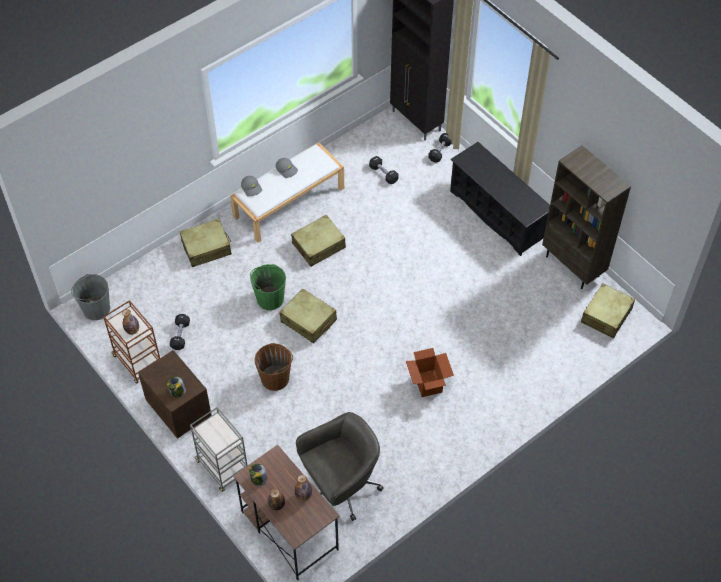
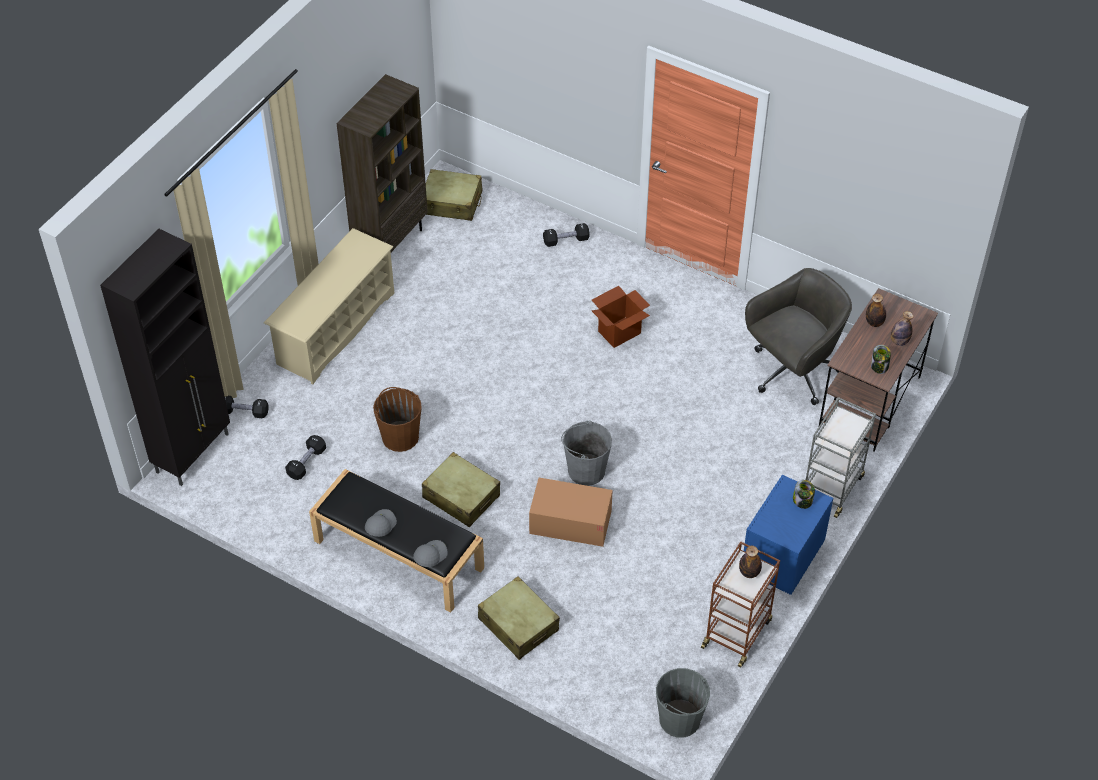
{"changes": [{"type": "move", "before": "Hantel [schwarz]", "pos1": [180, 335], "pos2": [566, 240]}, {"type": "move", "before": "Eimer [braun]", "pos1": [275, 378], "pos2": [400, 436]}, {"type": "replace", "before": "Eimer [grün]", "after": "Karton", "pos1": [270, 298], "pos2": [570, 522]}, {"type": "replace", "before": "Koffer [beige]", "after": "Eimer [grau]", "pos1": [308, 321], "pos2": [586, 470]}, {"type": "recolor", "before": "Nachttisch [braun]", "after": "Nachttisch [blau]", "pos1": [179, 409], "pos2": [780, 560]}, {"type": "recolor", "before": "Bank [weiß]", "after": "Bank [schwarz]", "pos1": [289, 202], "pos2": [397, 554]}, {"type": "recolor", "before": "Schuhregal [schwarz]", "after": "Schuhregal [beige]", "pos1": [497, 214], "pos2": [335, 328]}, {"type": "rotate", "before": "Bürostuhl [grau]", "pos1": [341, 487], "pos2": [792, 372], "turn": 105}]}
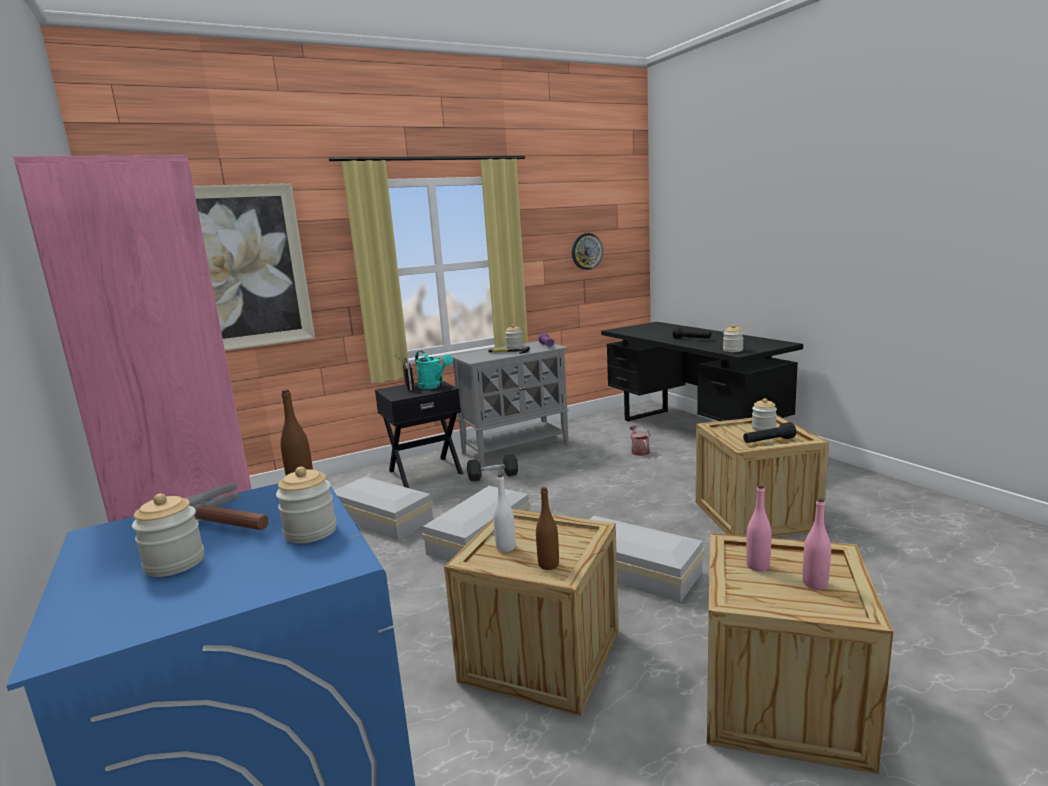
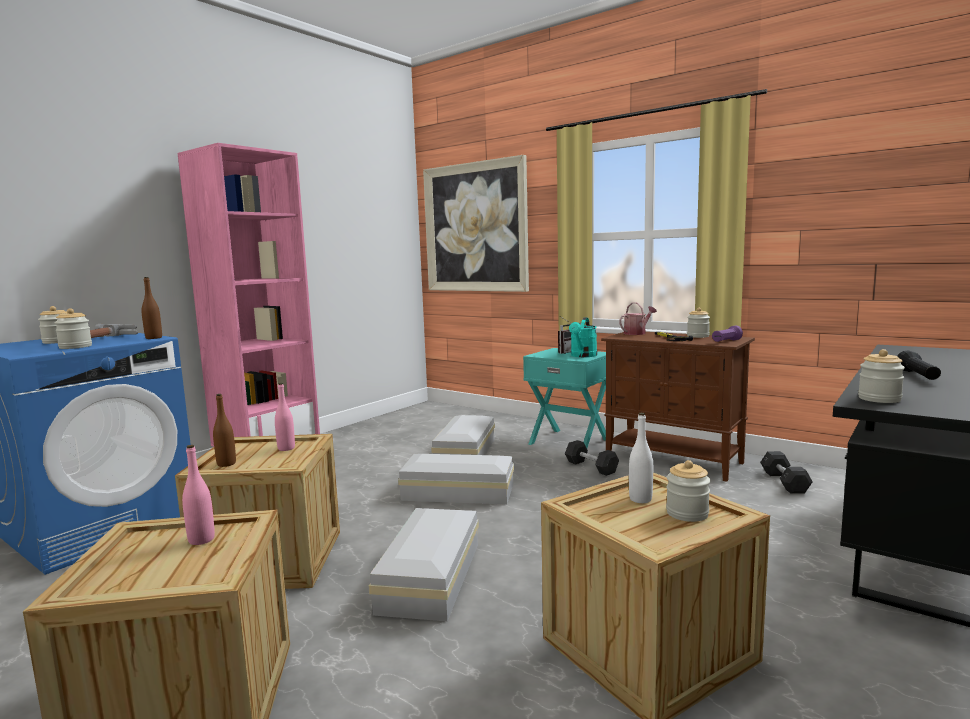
{"changes": [{"type": "delete", "before": "Wanduhr", "pos1": [586, 251]}, {"type": "delete", "before": "Taschenlampe [schwarz]", "pos1": [768, 441]}, {"type": "insert", "after": "Hantel [grau]", "pos2": [784, 482]}, {"type": "move", "before": "Flasche [weiß]", "pos1": [506, 547], "pos2": [640, 499]}, {"type": "move", "before": "Gießkanne", "pos1": [639, 451], "pos2": [637, 333]}, {"type": "move", "before": "Flasche [rosa]", "pos1": [815, 584], "pos2": [286, 448]}, {"type": "recolor", "before": "Nachttisch [schwarz]", "after": "Nachttisch [türkis]", "pos1": [425, 471], "pos2": [569, 441]}, {"type": "recolor", "before": "Schrank [grau]", "after": "Schrank [braun]", "pos1": [516, 449], "pos2": [674, 460]}]}
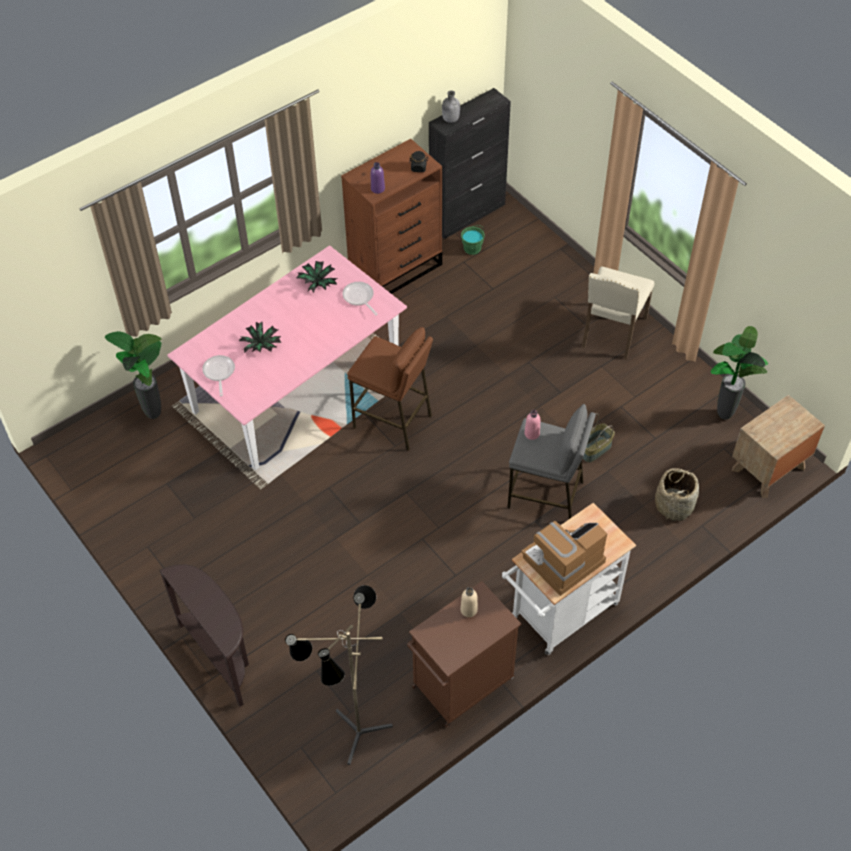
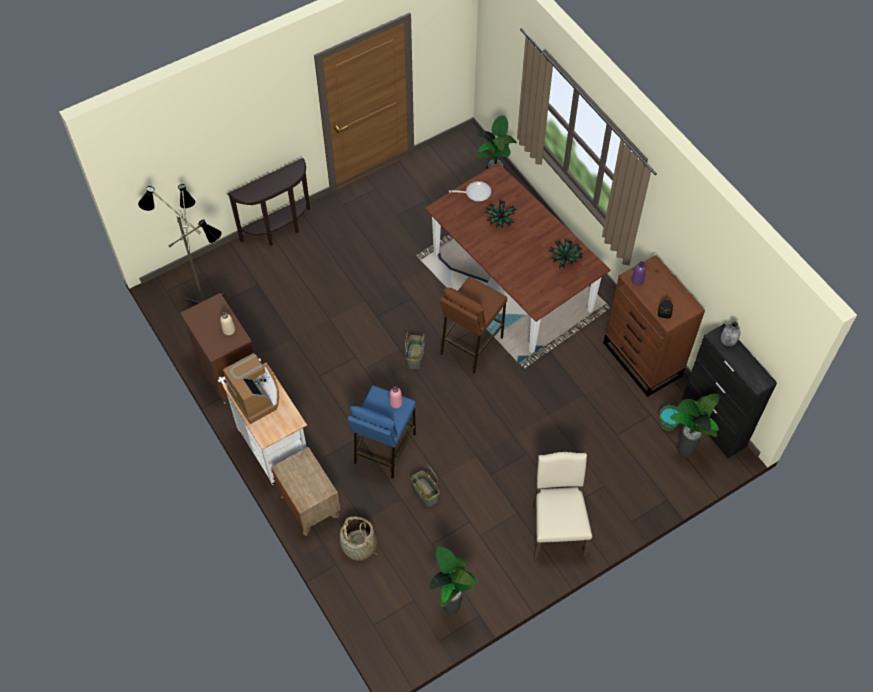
{"changes": [{"type": "delete", "before": "Pfanne", "pos1": [359, 298]}, {"type": "insert", "after": "Korb", "pos2": [414, 356]}, {"type": "insert", "after": "Topfpflanze", "pos2": [682, 453]}, {"type": "move", "before": "Nachttisch [braun]", "pos1": [768, 469], "pos2": [309, 505]}, {"type": "recolor", "before": "Esstisch [rosa]", "after": "Esstisch [braun]", "pos1": [296, 388], "pos2": [511, 281]}, {"type": "recolor", "before": "Hocker [grau]", "after": "Hocker [blau]", "pos1": [546, 494], "pos2": [384, 448]}, {"type": "rotate", "before": "Stuhl [beige]", "pos1": [612, 333], "pos2": [557, 528], "turn": 60}]}
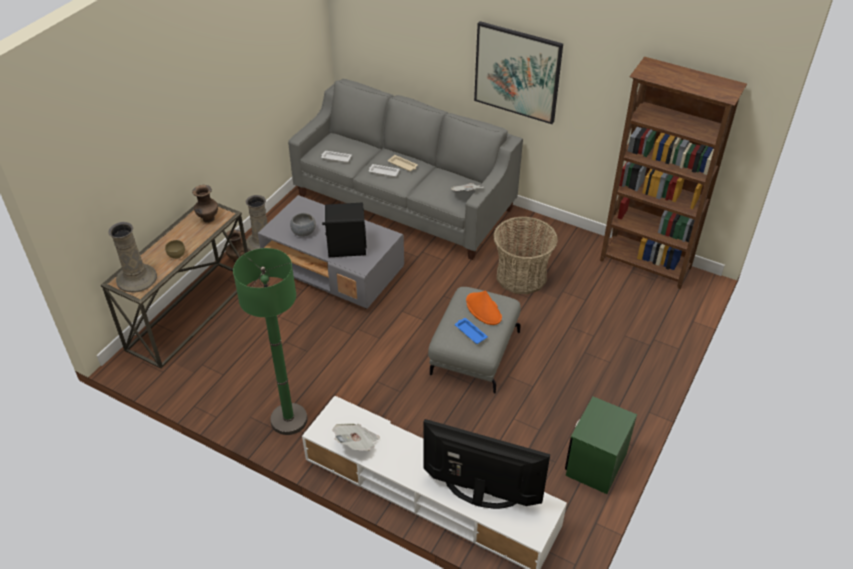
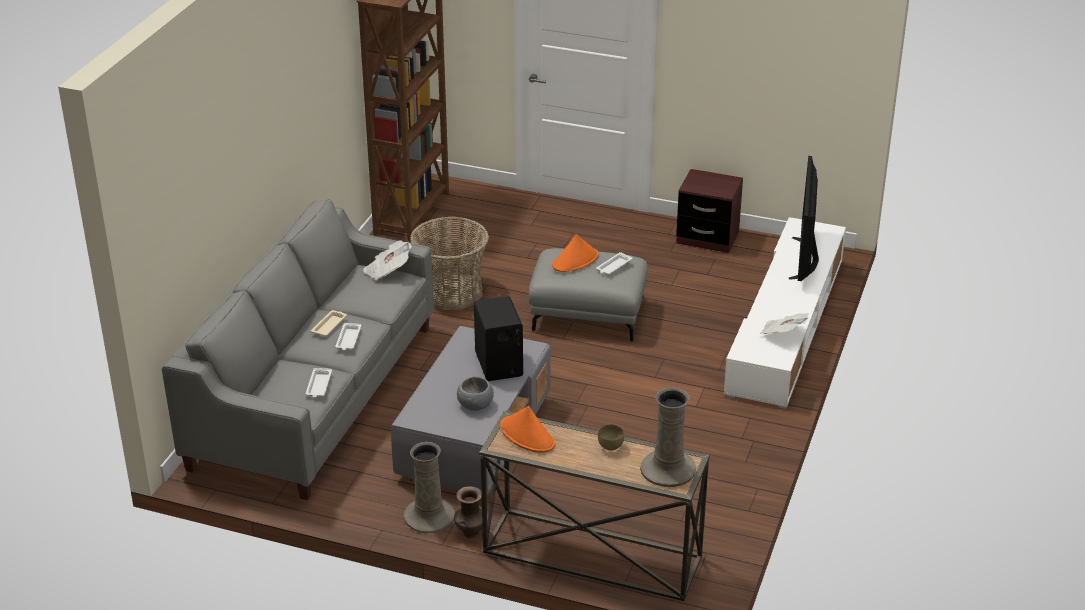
{"changes": [{"type": "delete", "before": "Stehlampe [grün]", "pos1": [289, 420]}, {"type": "delete", "before": "Bild", "pos1": [517, 72]}, {"type": "replace", "before": "Vase [braun]", "after": "Hut [orange]", "pos1": [208, 219], "pos2": [527, 435]}, {"type": "recolor", "before": "Tablett [blau]", "after": "Tablett [weiß]", "pos1": [470, 332], "pos2": [613, 266]}, {"type": "recolor", "before": "Nachttisch [grün]", "after": "Nachttisch [braun]", "pos1": [595, 464], "pos2": [707, 238]}]}
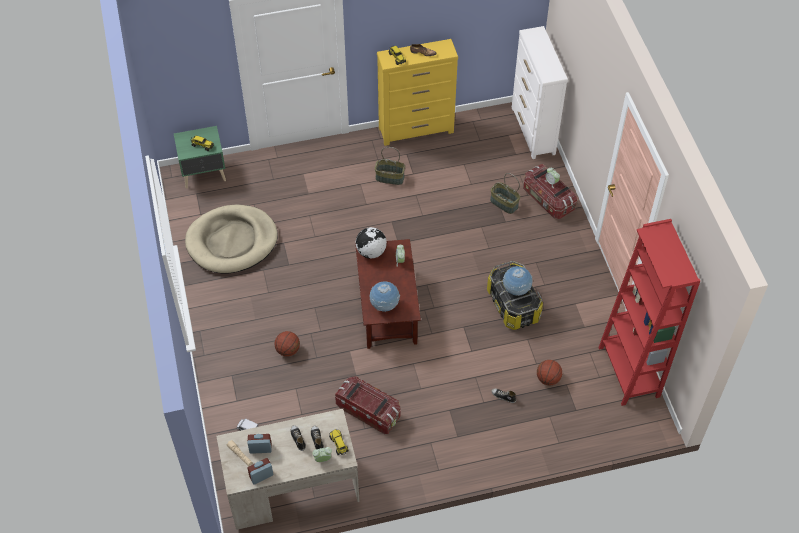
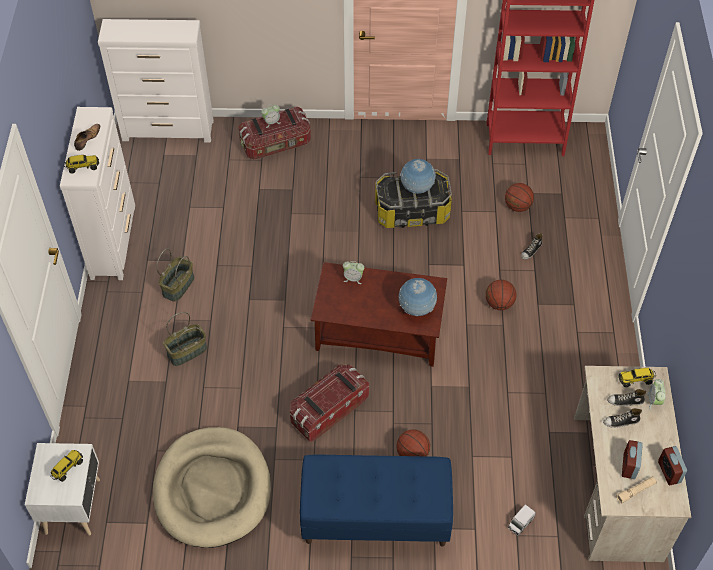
{"changes": [{"type": "delete", "before": "Globus", "pos1": [371, 252]}, {"type": "insert", "after": "Bank [blau]", "pos2": [375, 517]}, {"type": "insert", "after": "Basketball", "pos2": [499, 303]}, {"type": "move", "before": "Aufbewahrungsbox", "pos1": [369, 411], "pos2": [328, 410]}, {"type": "move", "before": "Korb", "pos1": [503, 203], "pos2": [187, 352]}, {"type": "recolor", "before": "Nachttisch [grün]", "after": "Nachttisch [weiß]", "pos1": [204, 174], "pos2": [74, 505]}, {"type": "recolor", "before": "Kommode [gelb]", "after": "Kommode [weiß]", "pos1": [416, 130], "pos2": [113, 240]}]}
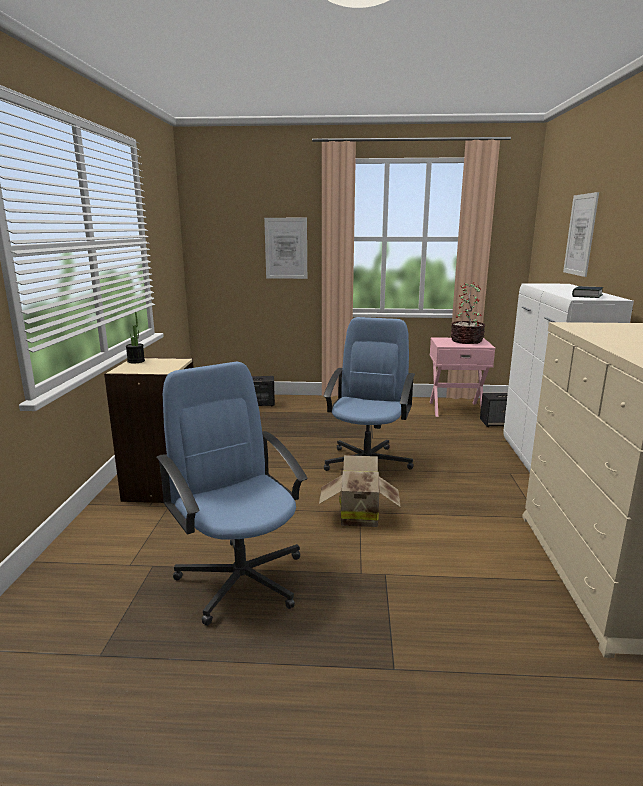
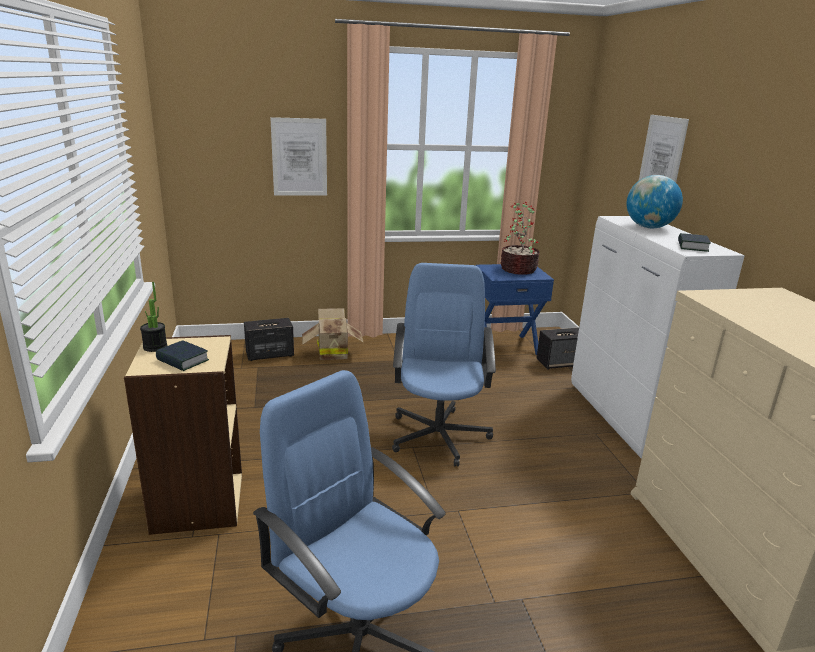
{"changes": [{"type": "insert", "after": "Buch", "pos2": [182, 360]}, {"type": "insert", "after": "Globus", "pos2": [649, 227]}, {"type": "move", "before": "Karton", "pos1": [358, 516], "pos2": [331, 353]}, {"type": "recolor", "before": "Nachttisch [rosa]", "after": "Nachttisch [blau]", "pos1": [455, 409], "pos2": [505, 346]}]}
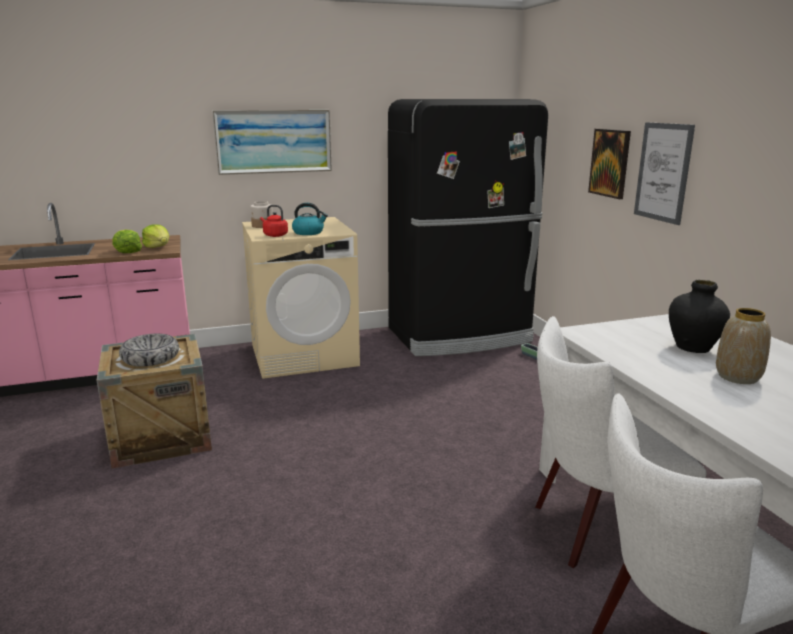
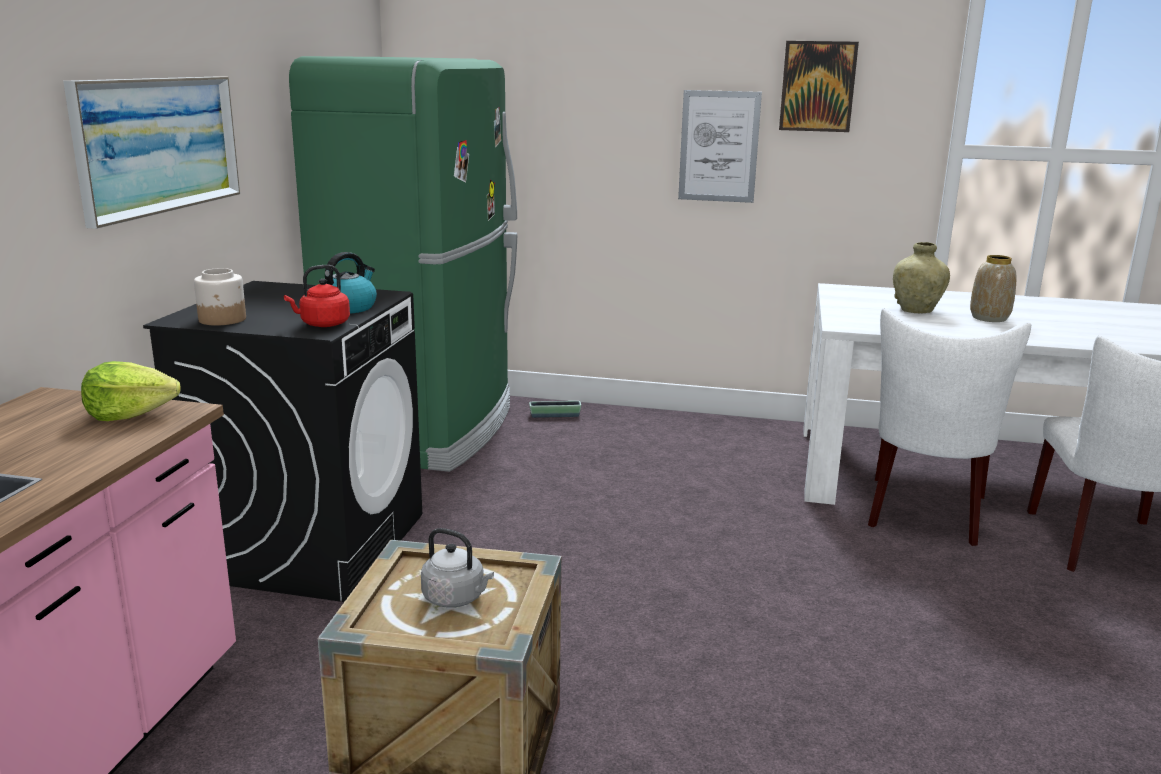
{"changes": [{"type": "delete", "before": "Salatkopf", "pos1": [127, 251]}, {"type": "move", "before": "Bild", "pos1": [610, 163], "pos2": [817, 86]}, {"type": "replace", "before": "Schüssel", "after": "Wasserkessel [grau]", "pos1": [150, 358], "pos2": [456, 598]}, {"type": "recolor", "before": "Waschmaschine [beige]", "after": "Waschmaschine [schwarz]", "pos1": [304, 355], "pos2": [311, 544]}, {"type": "recolor", "before": "Kühlschrank [schwarz]", "after": "Kühlschrank [grün]", "pos1": [460, 336], "pos2": [426, 428]}, {"type": "recolor", "before": "Vase [schwarz]", "after": "Vase [beige]", "pos1": [693, 348], "pos2": [916, 310]}]}
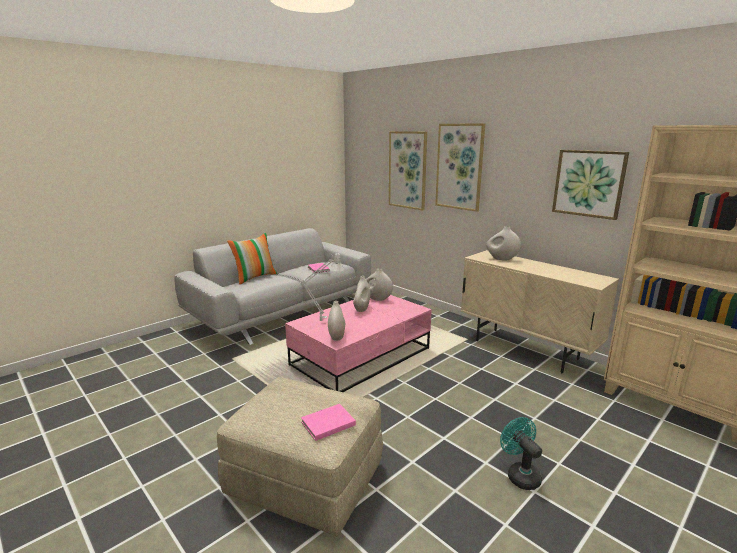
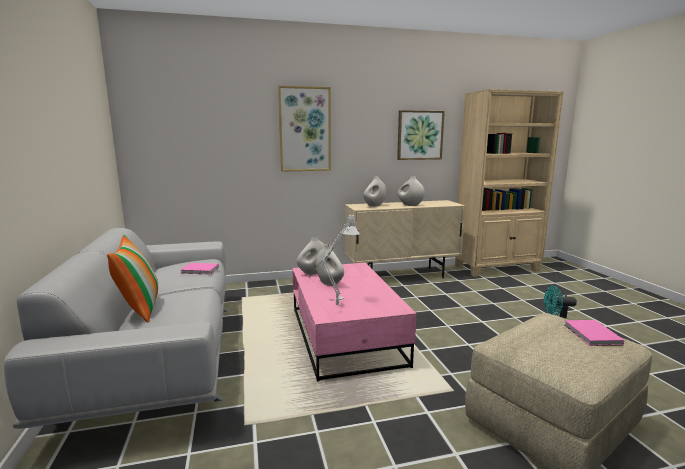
{"changes": [{"type": "delete", "before": "Bild", "pos1": [408, 170]}, {"type": "move", "before": "Vase [weiß]", "pos1": [337, 336], "pos2": [410, 205]}]}
